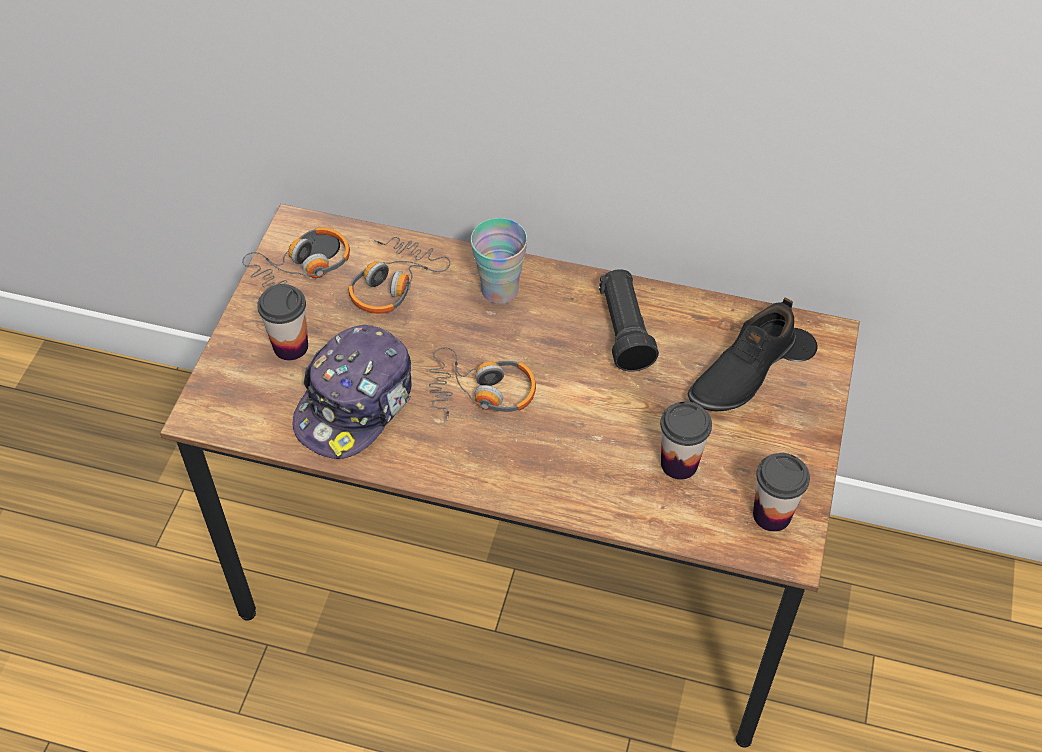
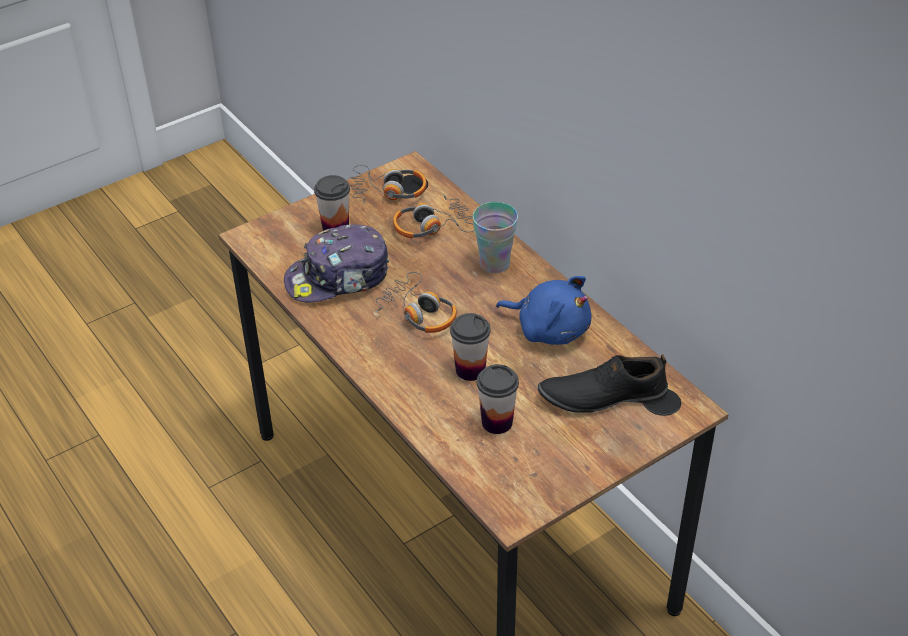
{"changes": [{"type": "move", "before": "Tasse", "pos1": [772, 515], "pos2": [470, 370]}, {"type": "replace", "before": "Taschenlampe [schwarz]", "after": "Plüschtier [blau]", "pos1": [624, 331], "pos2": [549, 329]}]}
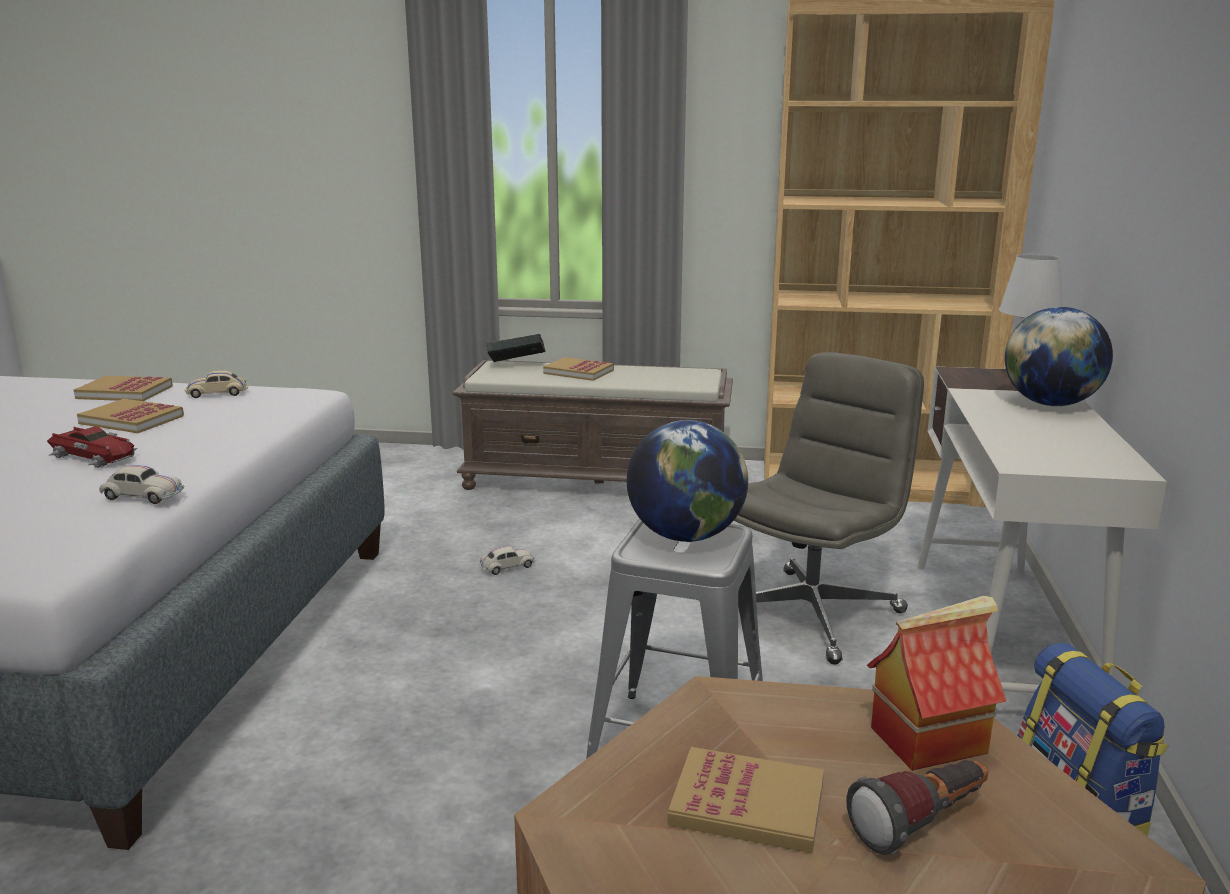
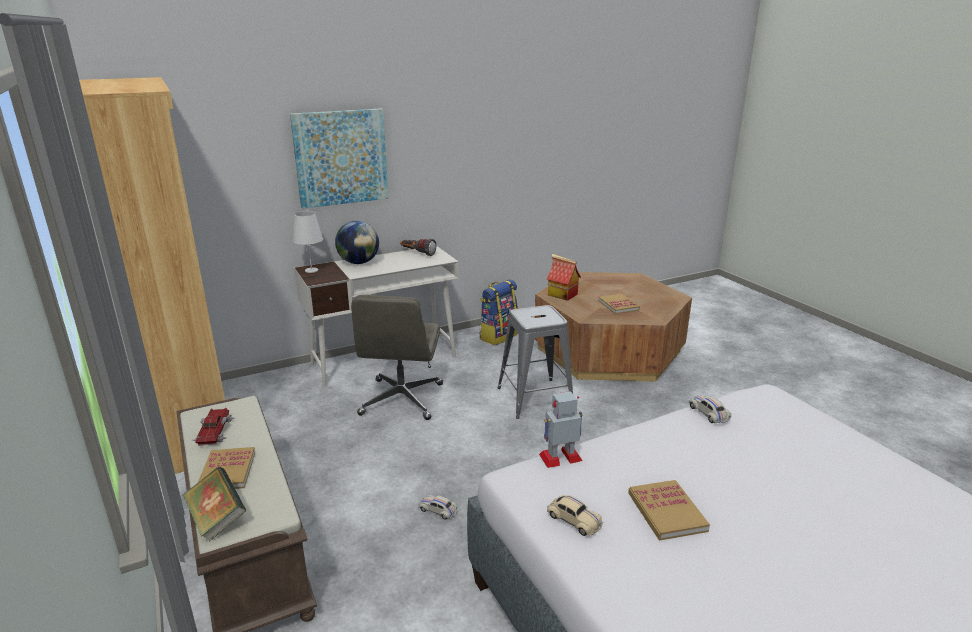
{"changes": [{"type": "delete", "before": "Buch", "pos1": [125, 392]}, {"type": "delete", "before": "Globus", "pos1": [685, 536]}, {"type": "insert", "after": "Bild", "pos2": [341, 157]}, {"type": "insert", "after": "Spielzeugroboter", "pos2": [561, 457]}, {"type": "move", "before": "Spielzeugauto", "pos1": [95, 456], "pos2": [214, 431]}, {"type": "move", "before": "Taschenlampe", "pos1": [922, 824], "pos2": [417, 253]}, {"type": "rotate", "before": "Bürostuhl [grau]", "pos1": [811, 614], "pos2": [402, 400], "turn": -90}]}
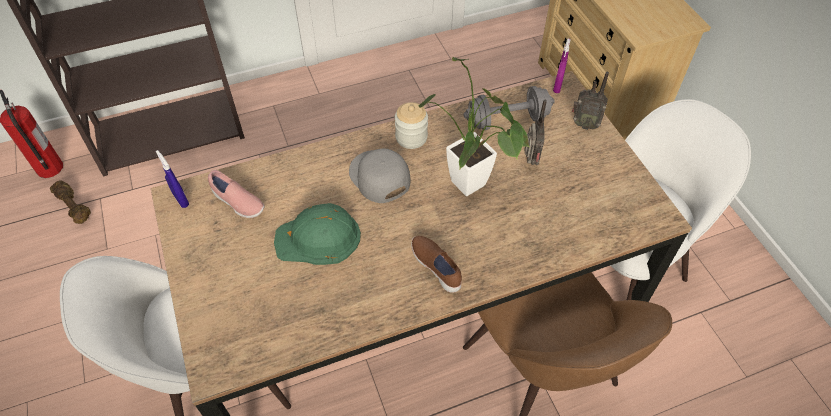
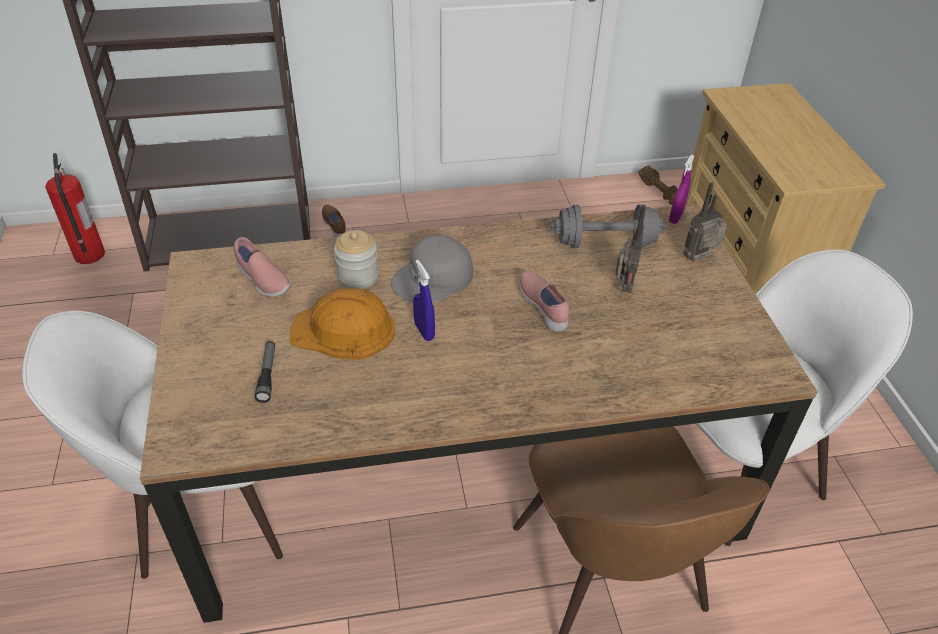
{"changes": [{"type": "insert", "after": "Taschenlampe", "pos2": [267, 375]}, {"type": "move", "before": "Hantel [braun]", "pos1": [74, 207], "pos2": [659, 192]}, {"type": "move", "before": "Sprühflasche [blau]", "pos1": [181, 200], "pos2": [424, 331]}, {"type": "move", "before": "Vorratsglas", "pos1": [411, 137], "pos2": [358, 277]}, {"type": "move", "before": "Schuh [braun]", "pos1": [437, 267], "pos2": [335, 226]}, {"type": "replace", "before": "Topfpflanze", "after": "Schuh [rosa]", "pos1": [472, 189], "pos2": [544, 307]}, {"type": "recolor", "before": "Schutzhelm [grün]", "after": "Schutzhelm [orange]", "pos1": [318, 238], "pos2": [344, 330]}, {"type": "rotate", "before": "Kappe [grau]", "pos1": [378, 177], "pos2": [433, 279], "turn": -105}, {"type": "rotate", "before": "Radio", "pos1": [584, 124], "pos2": [700, 260], "turn": 120}]}
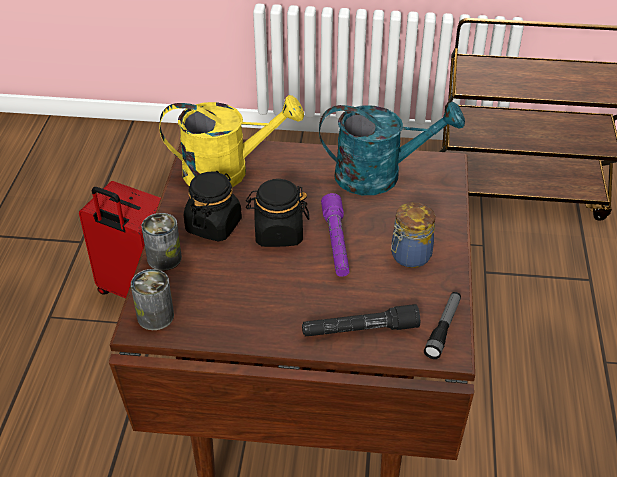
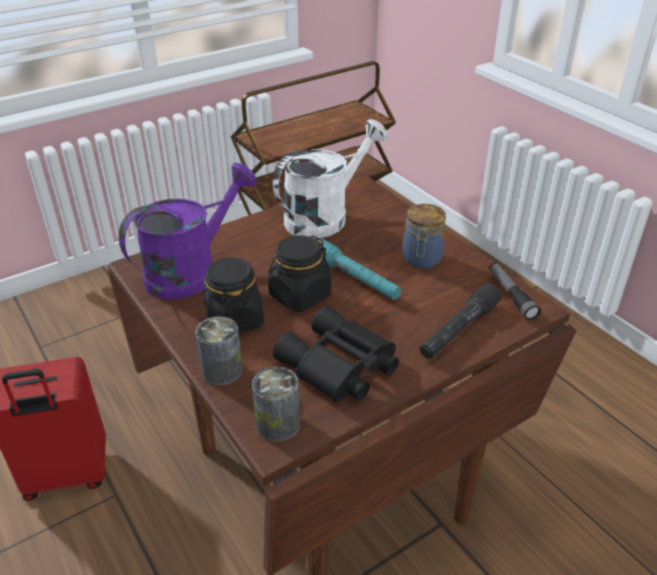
{"changes": [{"type": "insert", "after": "Fernglas [schwarz]", "pos2": [338, 367]}, {"type": "recolor", "before": "Gießkanne [gelb]", "after": "Gießkanne [lila]", "pos1": [228, 171], "pos2": [191, 271]}, {"type": "recolor", "before": "Gießkanne [türkis]", "after": "Gießkanne [weiß]", "pos1": [380, 175], "pos2": [325, 216]}, {"type": "recolor", "before": "Taschenlampe [lila]", "after": "Taschenlampe [türkis]", "pos1": [336, 243], "pos2": [356, 278]}]}
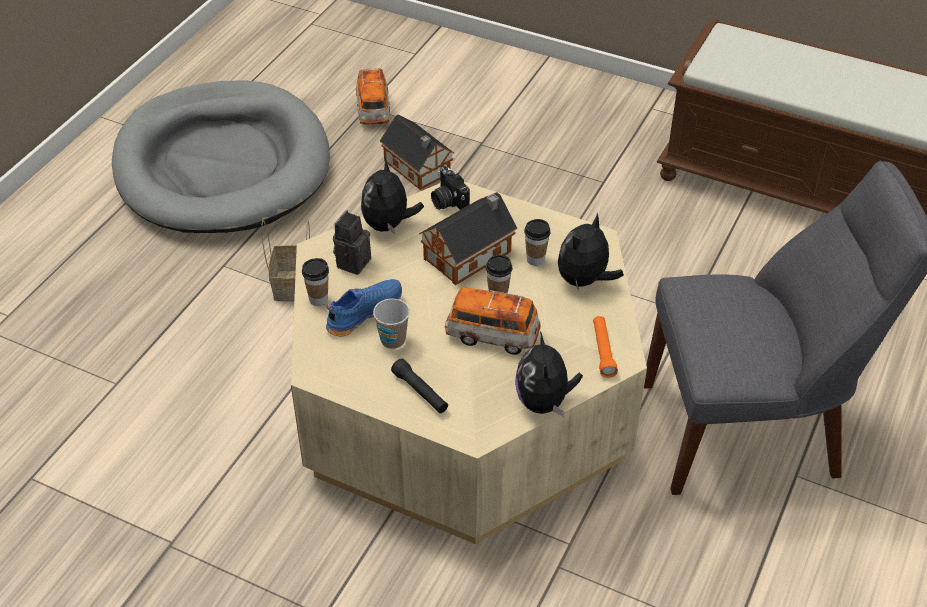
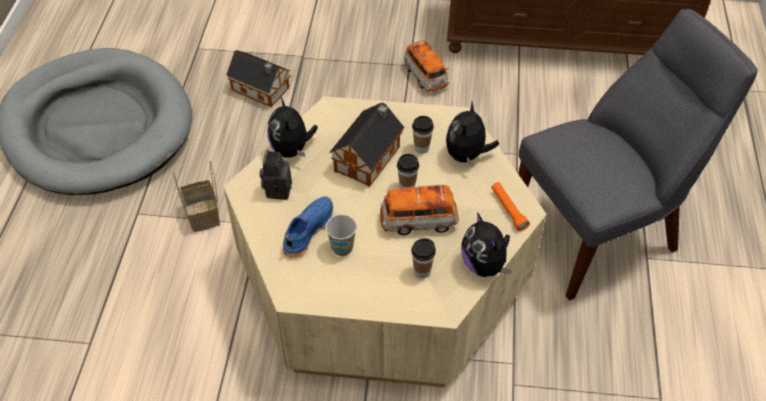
{"changes": [{"type": "delete", "before": "Taschenlampe [schwarz]", "pos1": [420, 392]}, {"type": "delete", "before": "Kamera", "pos1": [448, 201]}, {"type": "move", "before": "Tasse", "pos1": [318, 299], "pos2": [422, 271]}, {"type": "move", "before": "Spielzeugauto", "pos1": [373, 110], "pos2": [425, 76]}]}
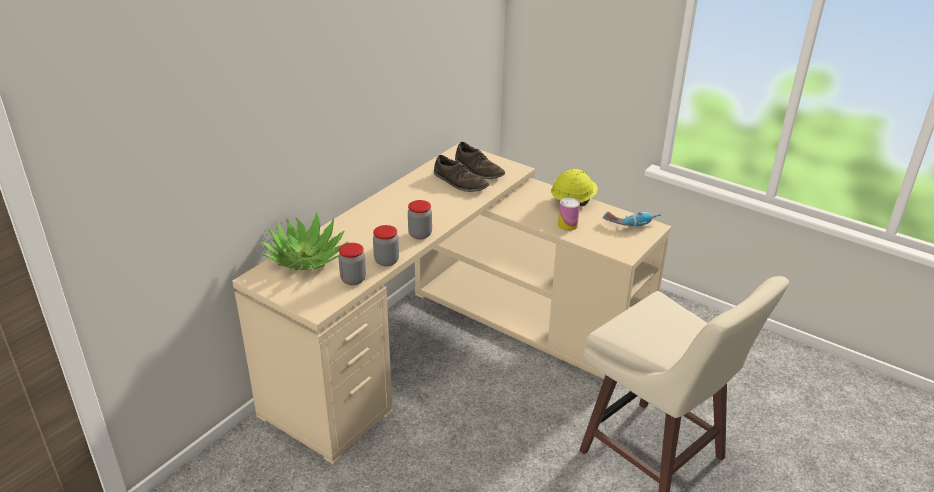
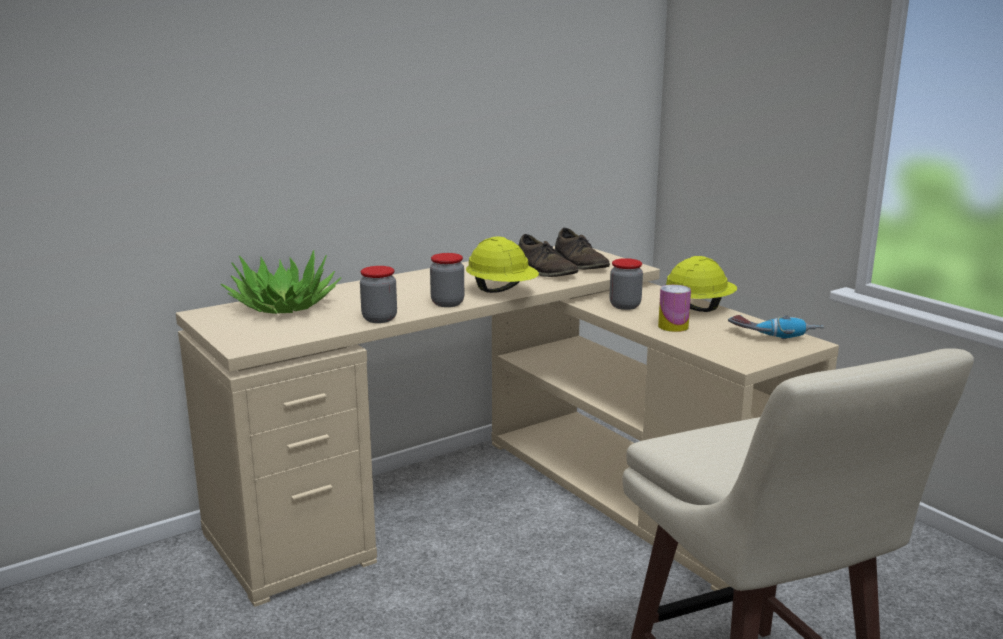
{"changes": [{"type": "insert", "after": "Schutzhelm [gelb]", "pos2": [502, 291]}, {"type": "move", "before": "Vorratsglas", "pos1": [353, 279], "pos2": [625, 306]}]}
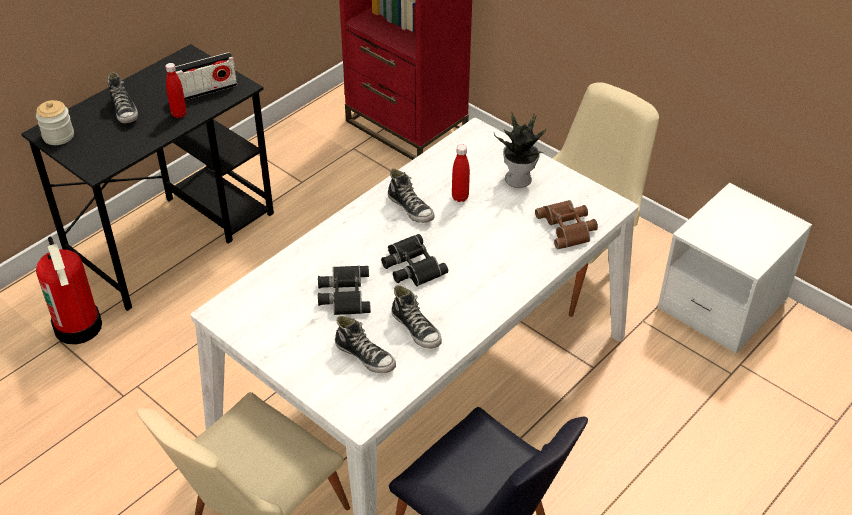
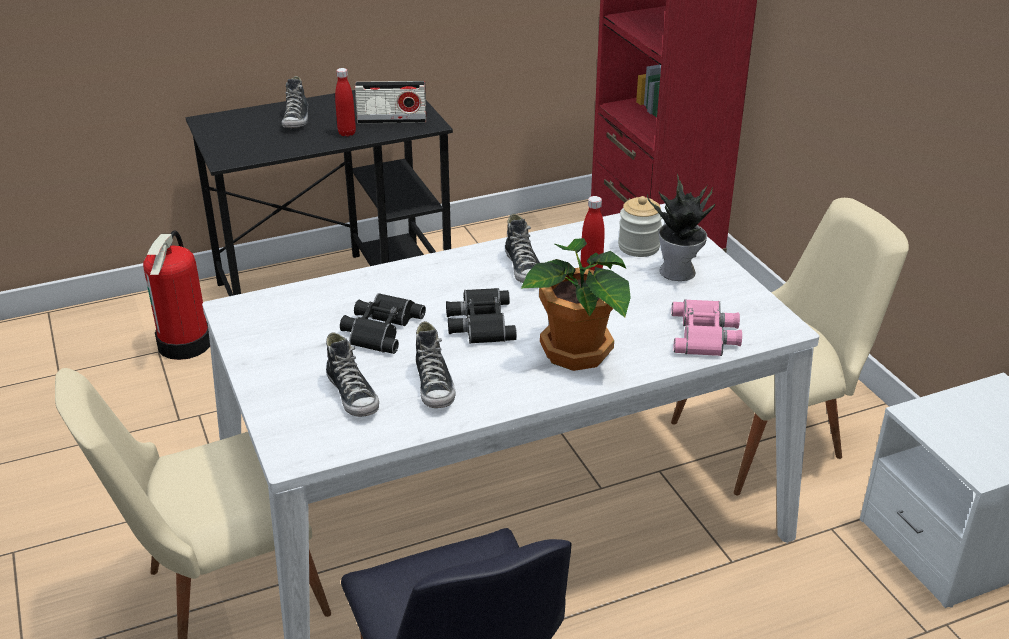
{"changes": [{"type": "insert", "after": "Topfpflanze", "pos2": [576, 353]}, {"type": "move", "before": "Vorratsglas", "pos1": [58, 136], "pos2": [638, 247]}, {"type": "recolor", "before": "Fernglas [braun]", "after": "Fernglas [rosa]", "pos1": [568, 227], "pos2": [706, 335]}]}
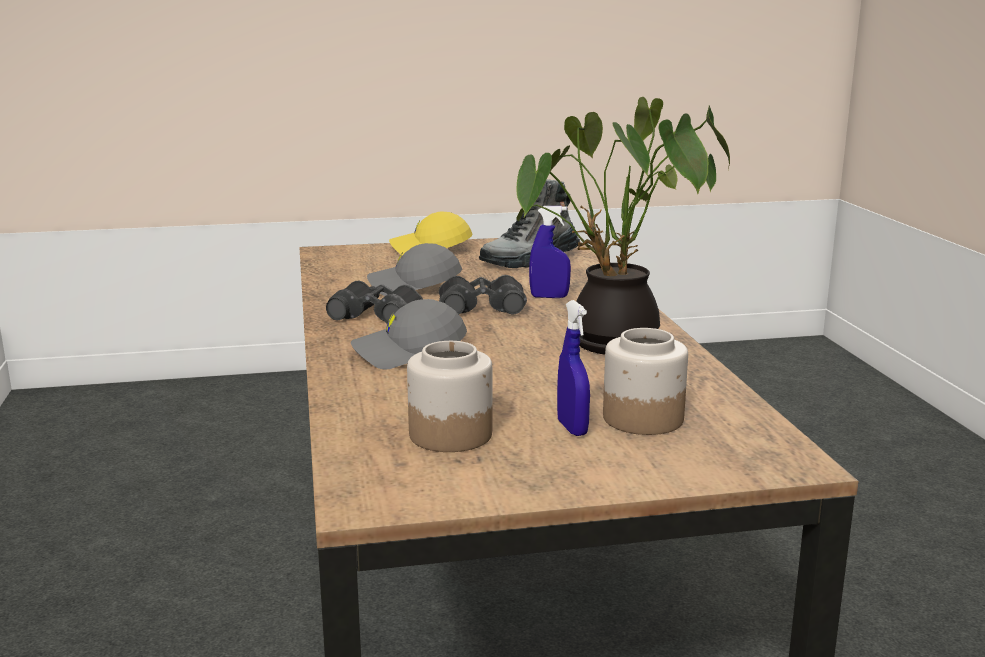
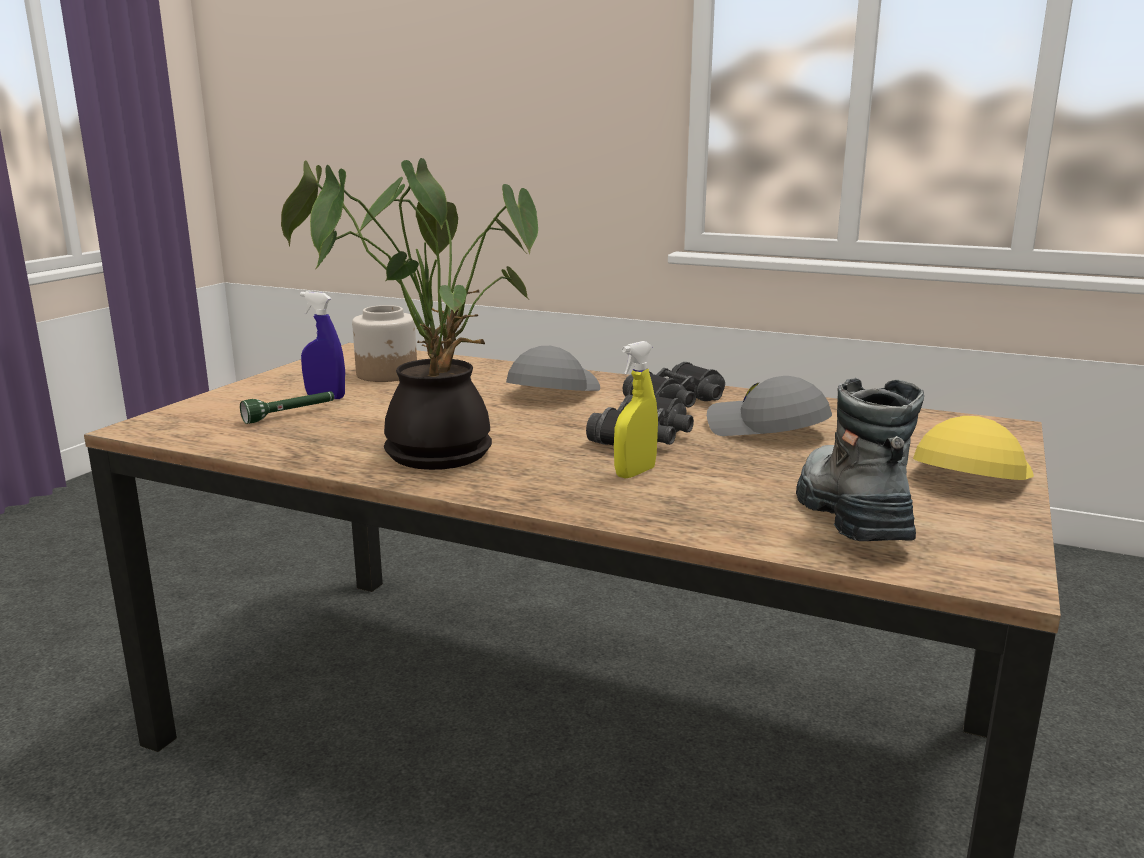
{"changes": [{"type": "replace", "before": "Vorratsglas", "after": "Taschenlampe [grün]", "pos1": [642, 419], "pos2": [290, 415]}, {"type": "recolor", "before": "Sprühflasche [blau]", "after": "Sprühflasche [gelb]", "pos1": [549, 297], "pos2": [635, 473]}, {"type": "rotate", "before": "Kappe [grau]", "pos1": [414, 287], "pos2": [765, 430], "turn": -90}]}
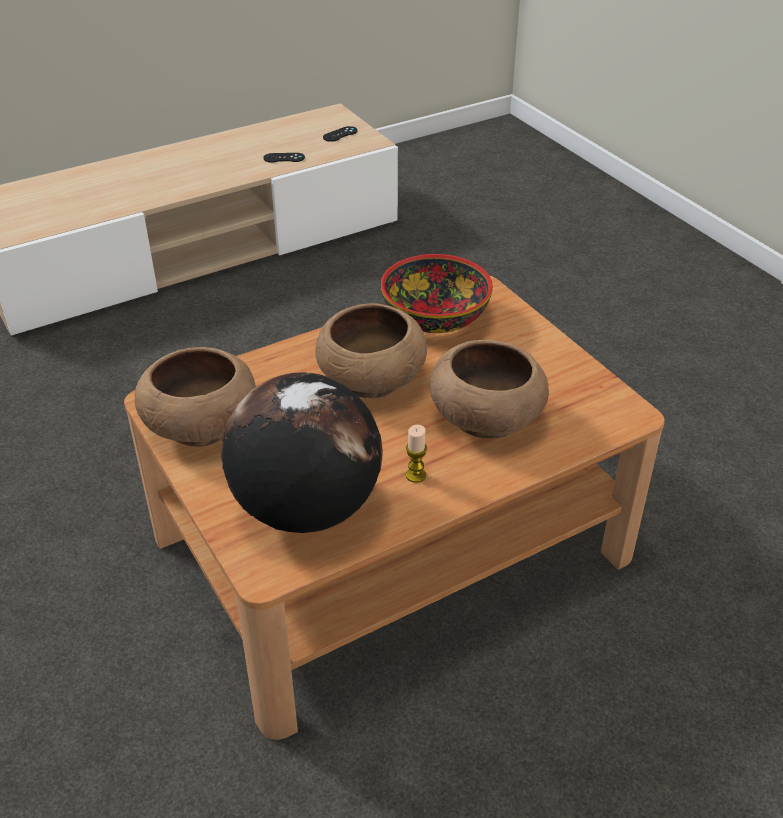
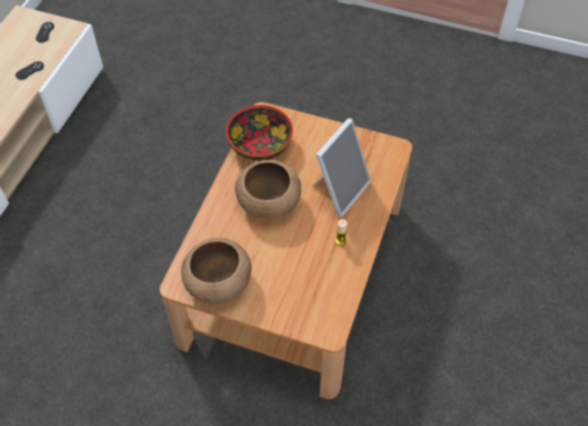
{"changes": [{"type": "delete", "before": "Globus", "pos1": [305, 509]}, {"type": "replace", "before": "Schüssel [braun]", "after": "Bilderrahmen", "pos1": [486, 417], "pos2": [339, 190]}]}
